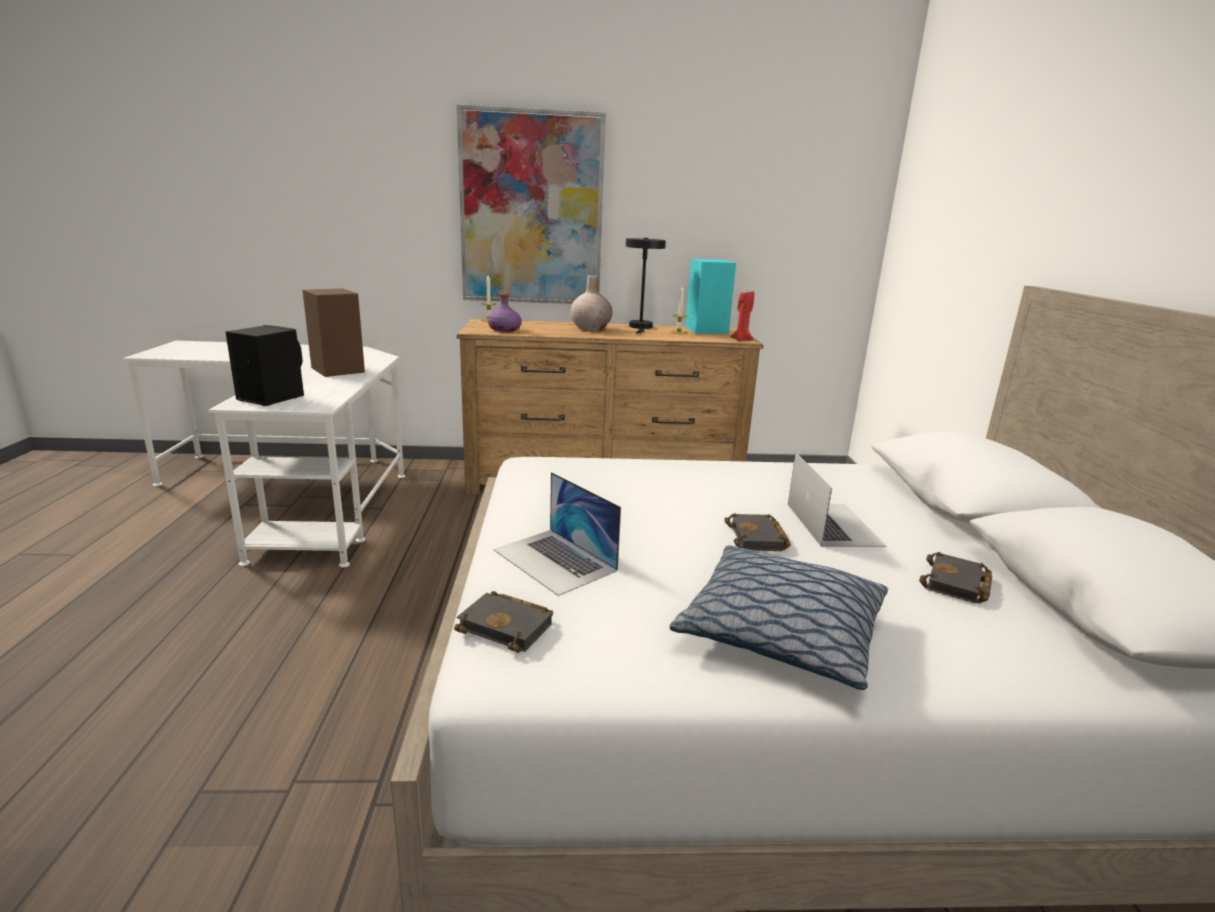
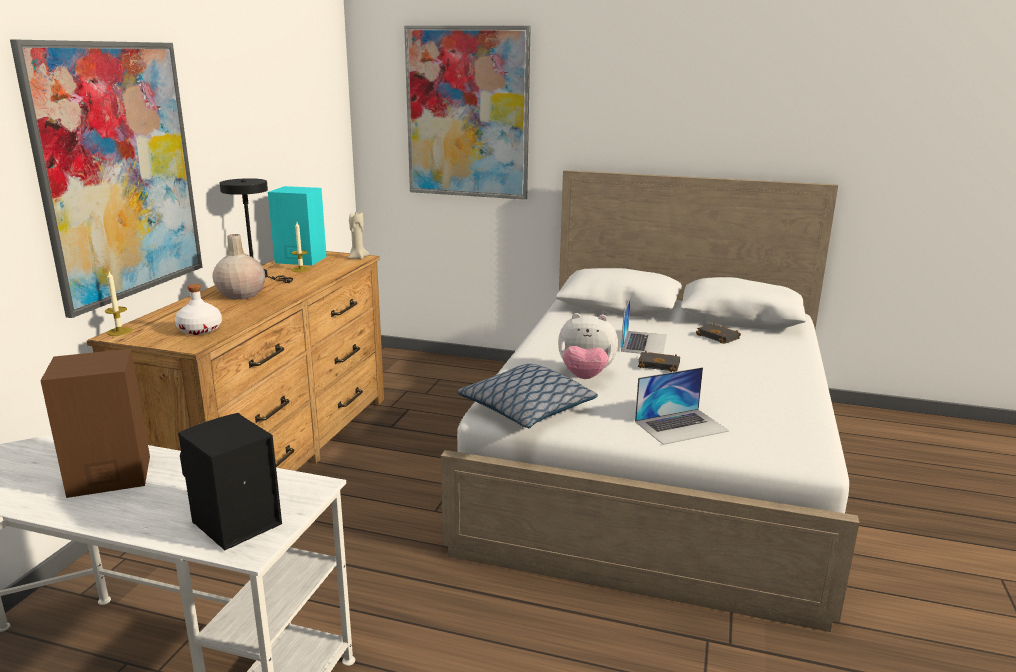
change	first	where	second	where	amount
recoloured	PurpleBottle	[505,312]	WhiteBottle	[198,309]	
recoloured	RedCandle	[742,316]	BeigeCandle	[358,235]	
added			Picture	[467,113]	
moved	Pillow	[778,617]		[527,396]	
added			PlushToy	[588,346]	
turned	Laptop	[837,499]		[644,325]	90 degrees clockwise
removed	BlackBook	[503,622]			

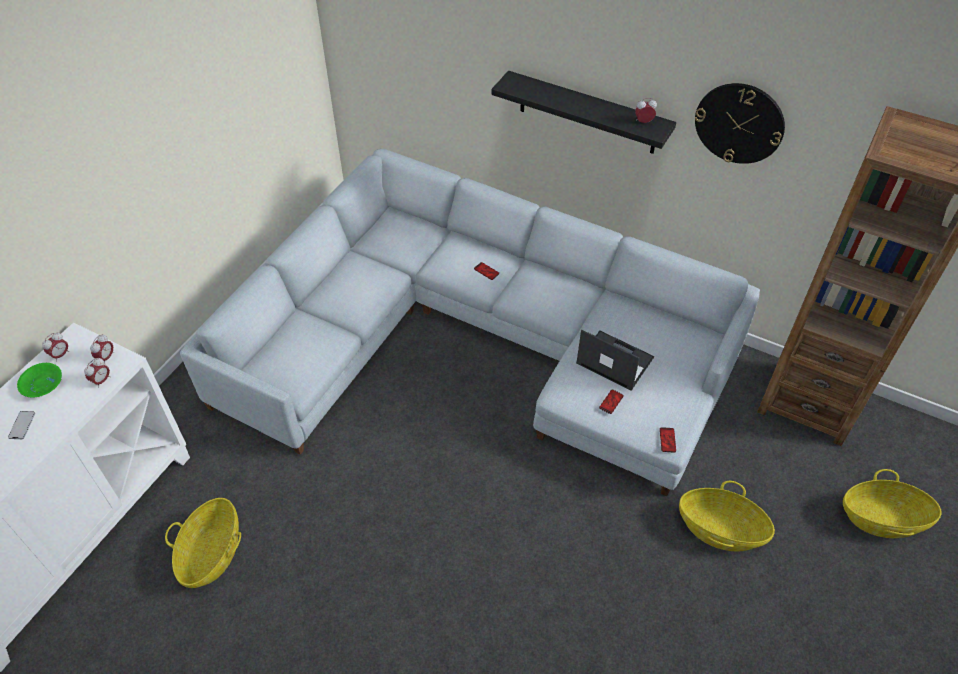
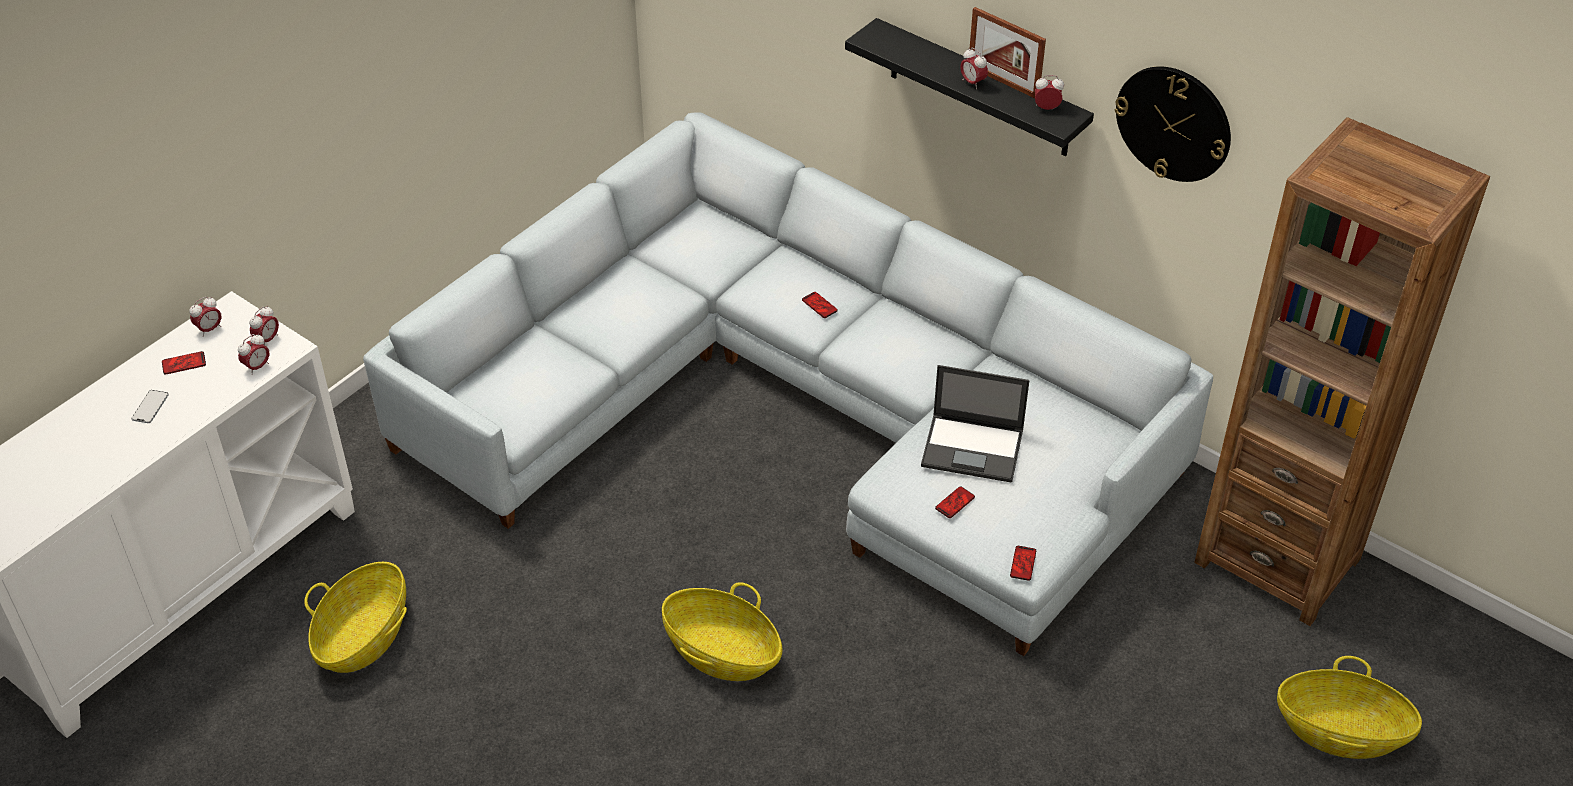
change	first	where	second	where	amount
replaced	GreenBowl	[39,380]	Phone	[184,363]	
moved	Basket	[727,516]		[722,631]	
turned	Laptop	[615,359]		[975,424]	150 degrees clockwise
added			AlarmClock	[974,68]	
added			PictureFrame	[1007,52]	

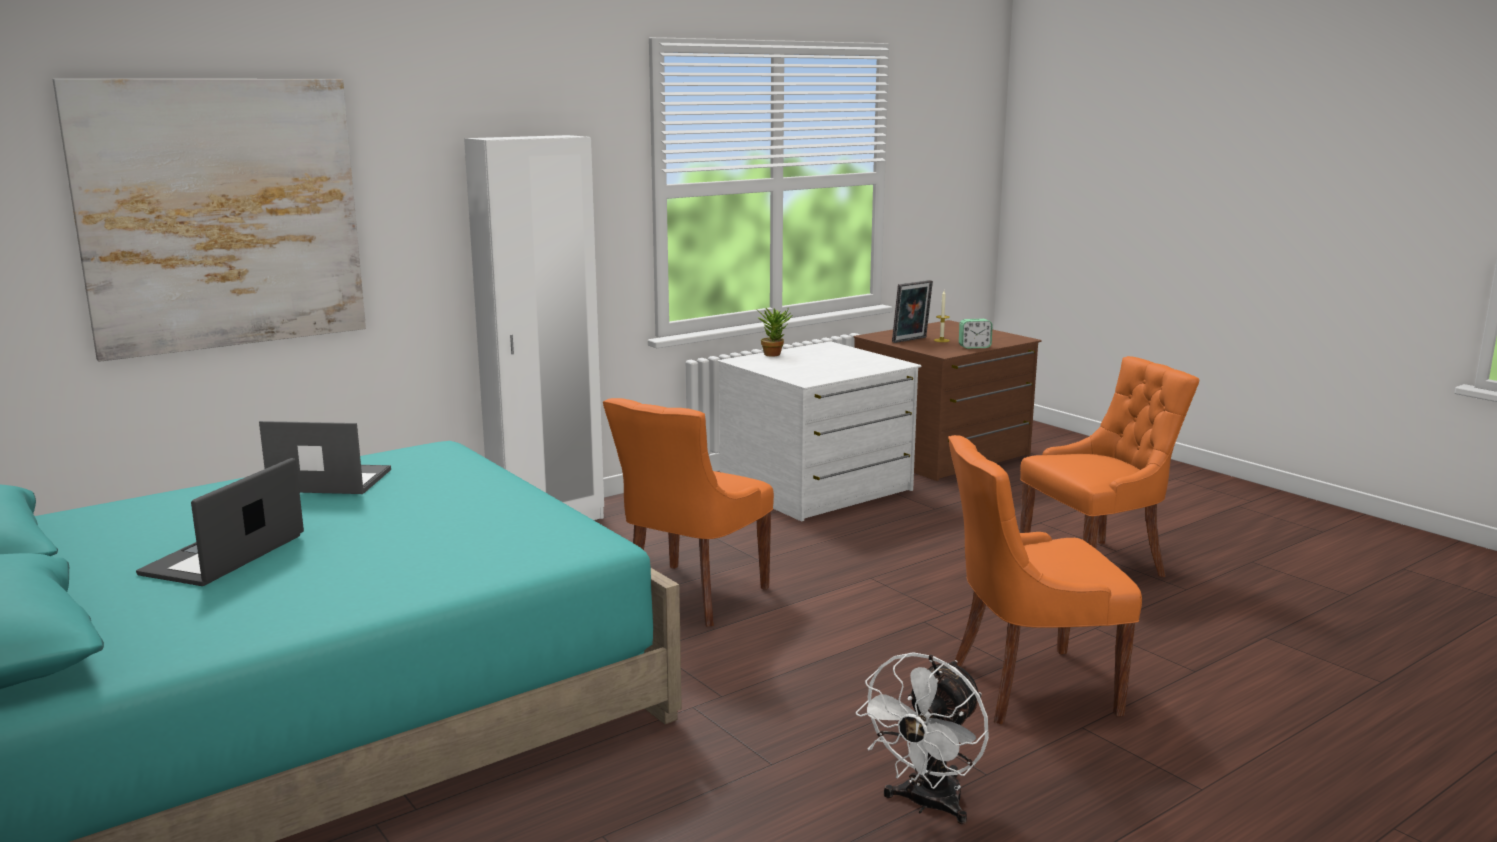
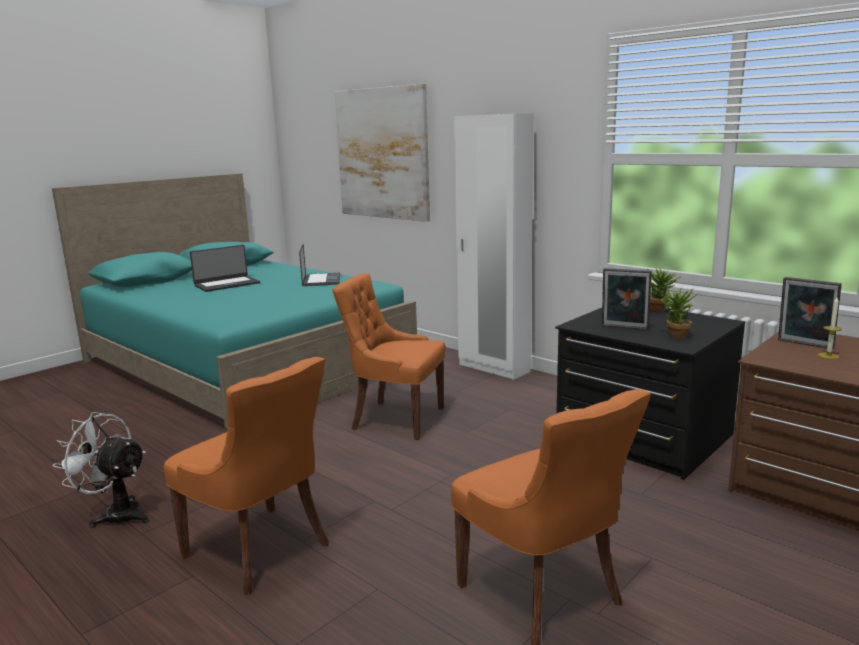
change	first	where	second	where	amount
turned	OrangeChair	[1045,579]		[246,476]	150 degrees clockwise
turned	Laptop	[220,522]		[225,268]	135 degrees clockwise
recoloured	WhiteDresser	[820,431]	BlackDresser	[650,394]	
added			PictureFrame	[627,299]	
added			PottedPlant	[678,312]	
removed	AlarmClock	[976,334]			

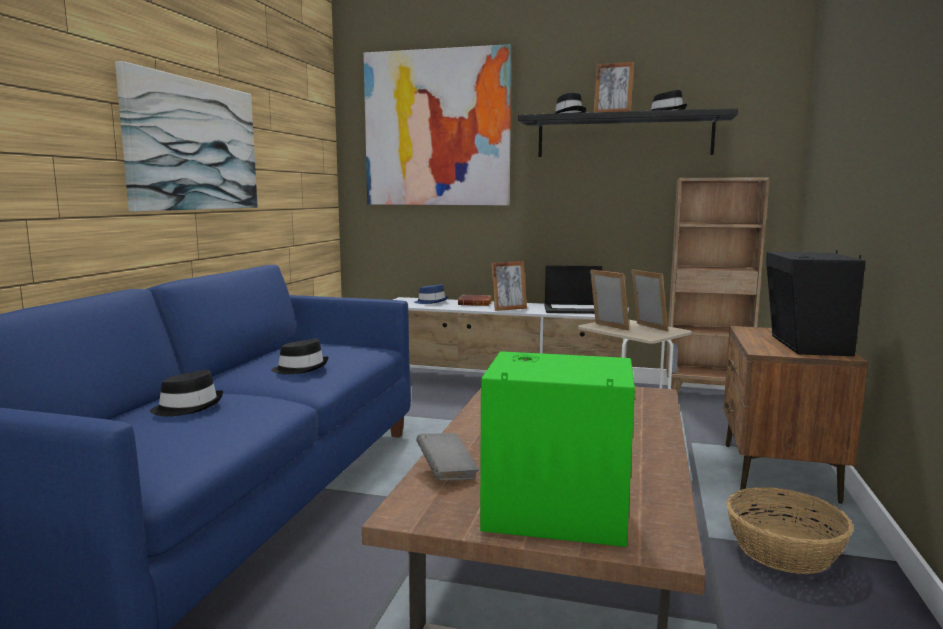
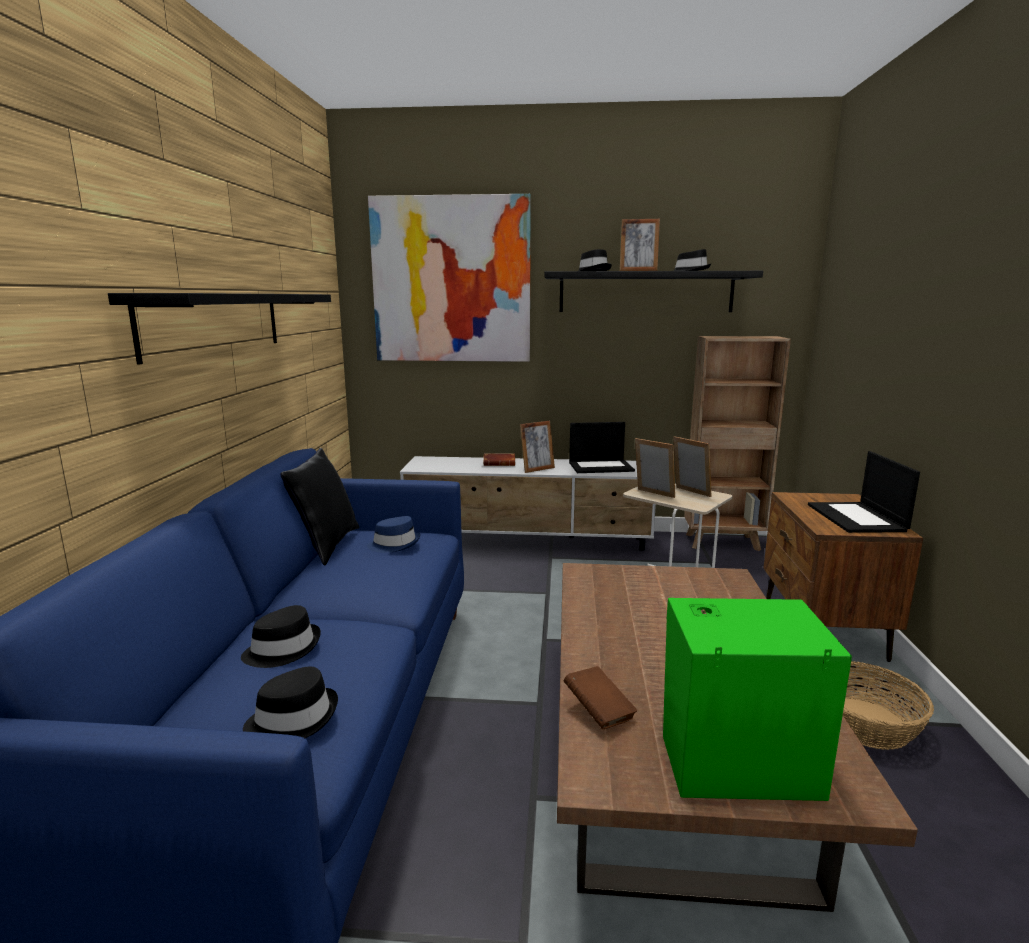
change	first	where	second	where	amount
replaced	Picture	[186,136]	BlackShelf	[219,329]	
moved	BlackHat	[300,357]		[290,702]	
added			BlackPillow	[319,507]	
moved	BlueHat	[431,294]		[393,534]	
recoloured	GreyBook	[447,456]	BrownBook	[600,697]	
replaced	BlackSpeaker	[815,303]	Laptop	[864,492]	

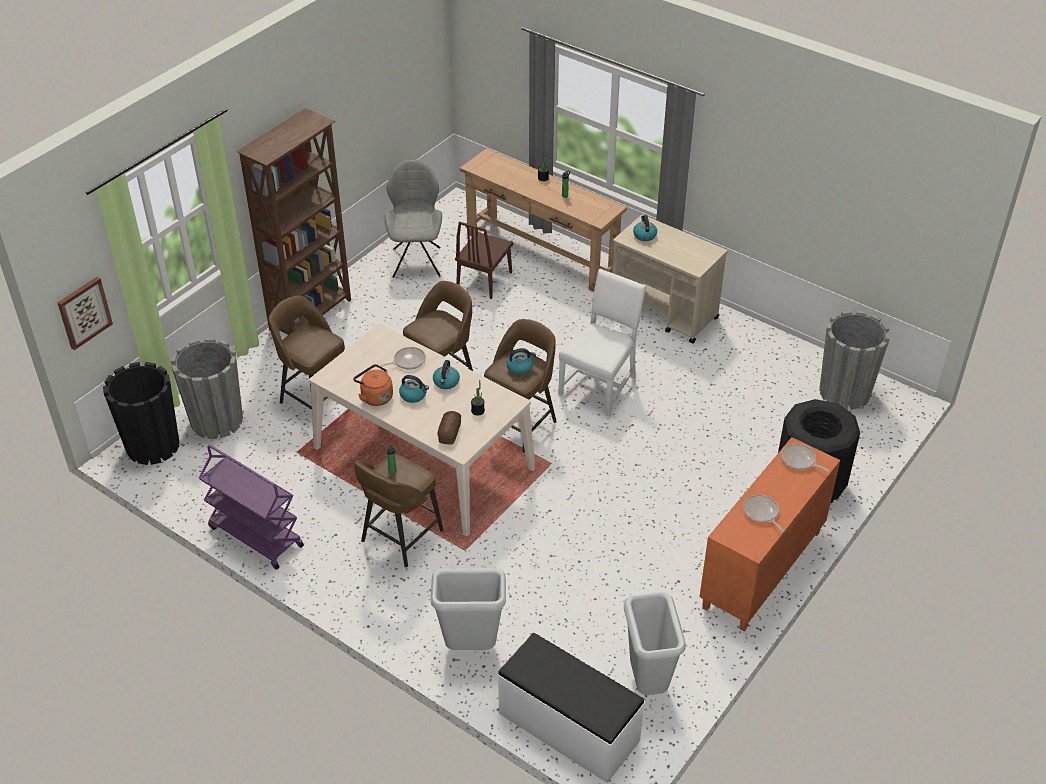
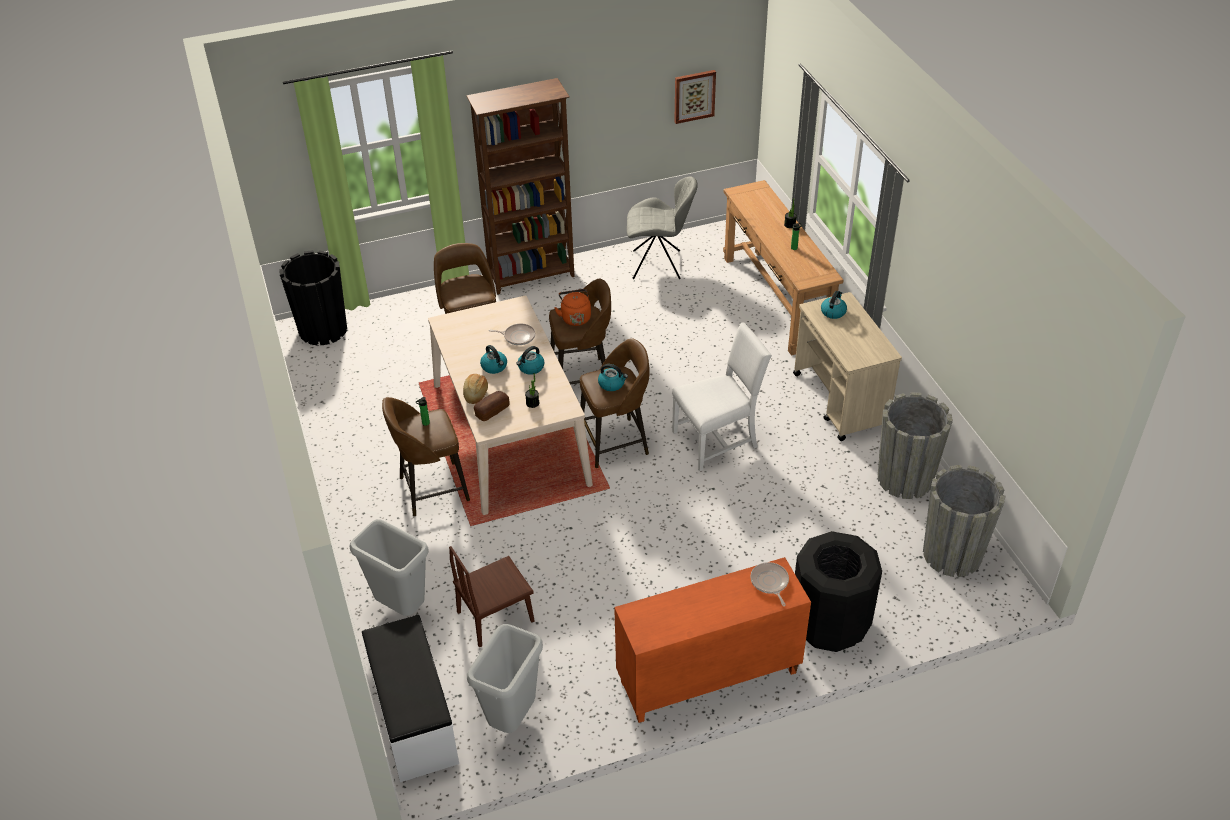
change	first	where	second	where	amount
moved	BrownChair	[484,260]		[492,597]	
added			Bread	[475,389]	
moved	OrangeKettle	[373,385]		[572,307]	
turned	GreyChair	[413,219]		[662,227]	60 degrees clockwise
moved	Picture	[85,313]		[695,97]	
moved	GreyPlanter	[207,388]		[915,445]	
removed	PurpleCart	[251,507]			
removed	FryingPan	[763,512]			

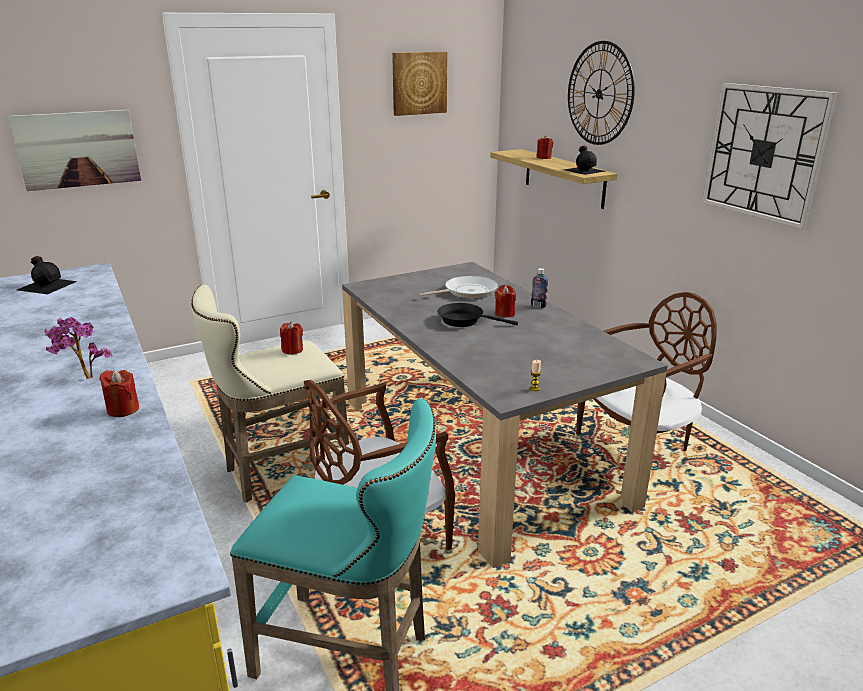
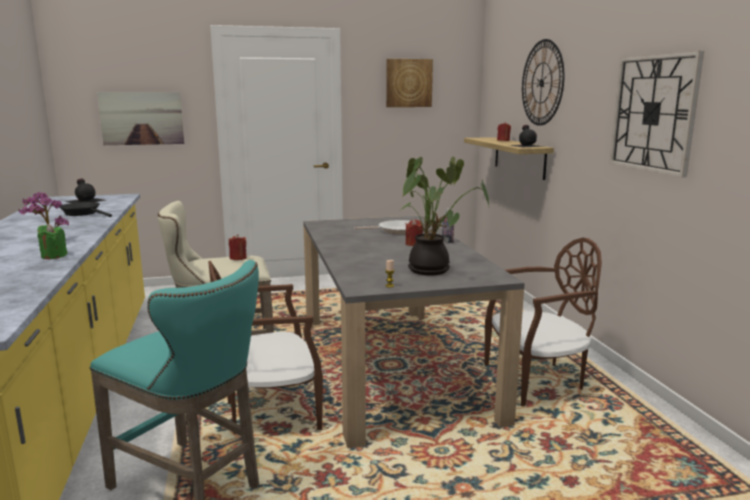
change	first	where	second	where	amount
recoloured	RedCandle	[119,393]	GreenCandle	[52,241]	
moved	BlackFryingPan	[478,315]		[85,209]	
added			PottedPlant	[445,216]	

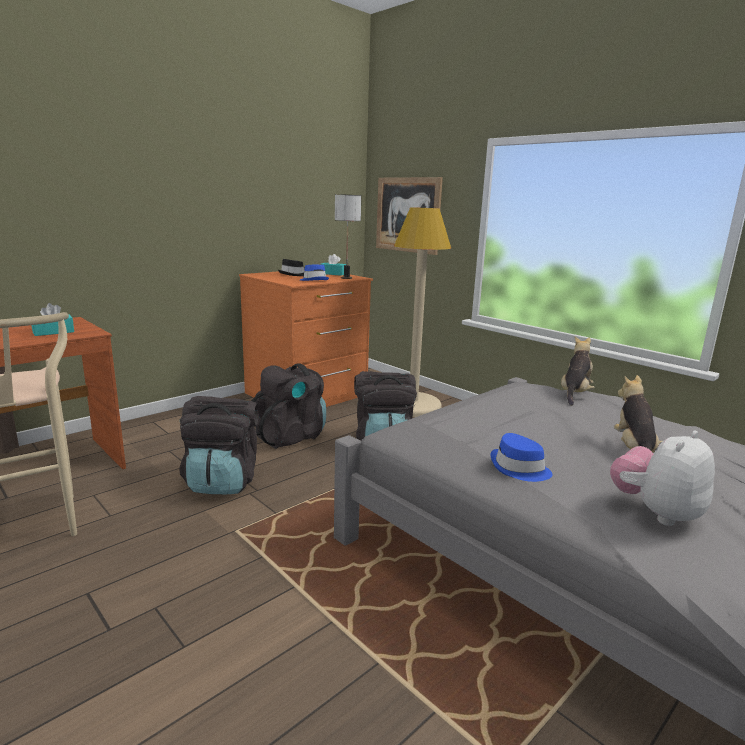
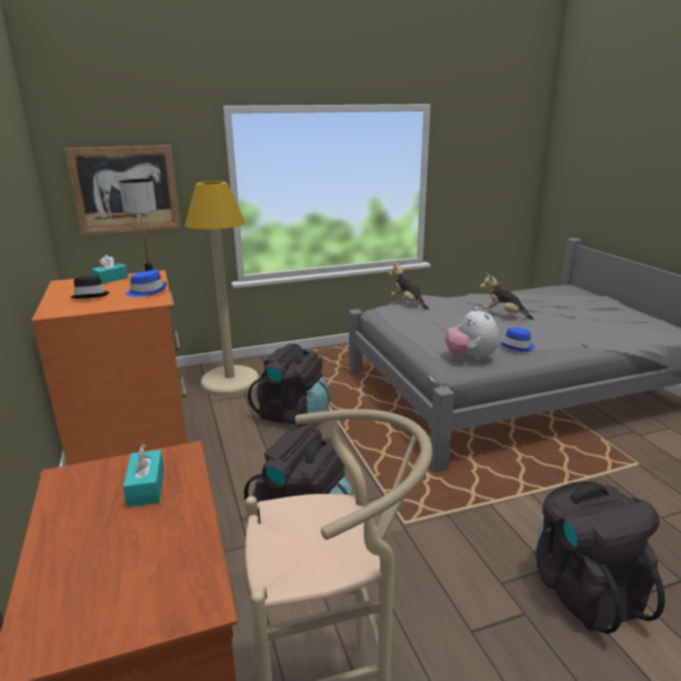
change	first	where	second	where	amount
moved	PlushToy	[662,478]		[472,334]	
moved	BlackBackpack	[288,406]		[600,557]	

